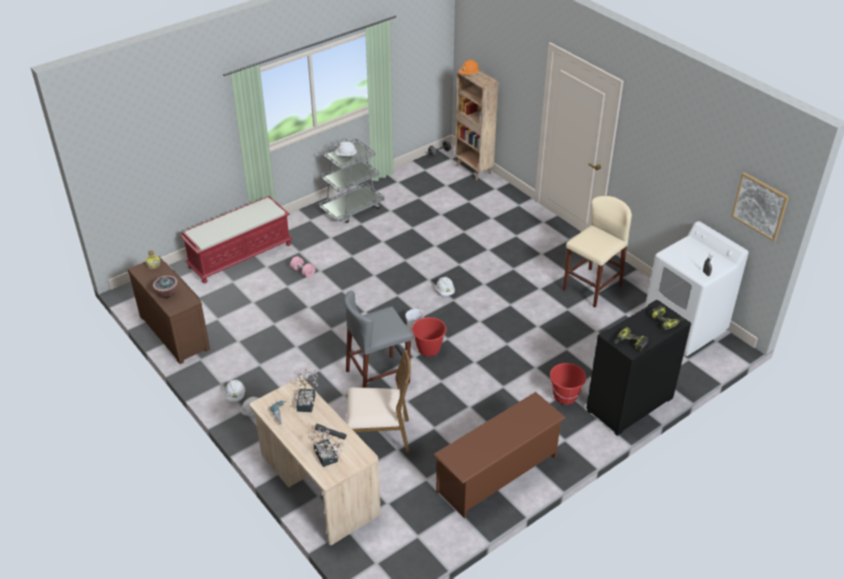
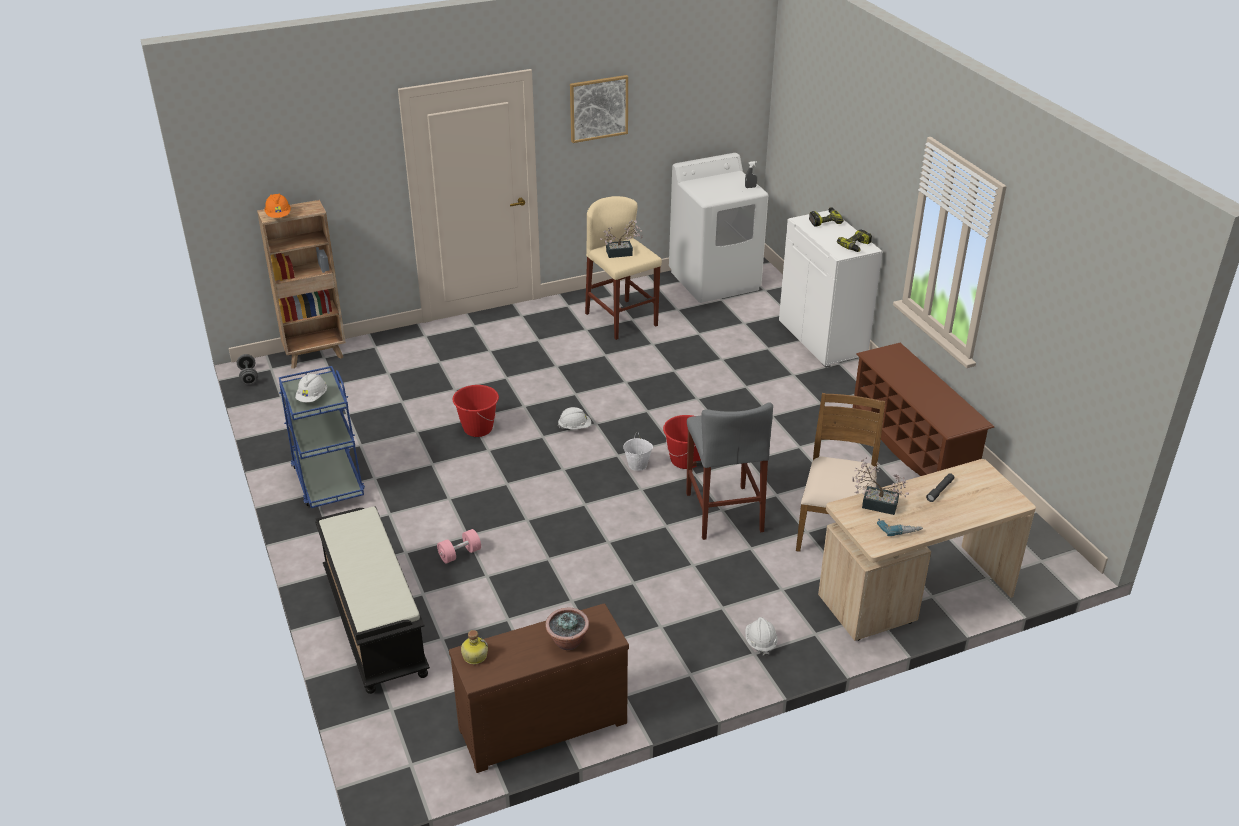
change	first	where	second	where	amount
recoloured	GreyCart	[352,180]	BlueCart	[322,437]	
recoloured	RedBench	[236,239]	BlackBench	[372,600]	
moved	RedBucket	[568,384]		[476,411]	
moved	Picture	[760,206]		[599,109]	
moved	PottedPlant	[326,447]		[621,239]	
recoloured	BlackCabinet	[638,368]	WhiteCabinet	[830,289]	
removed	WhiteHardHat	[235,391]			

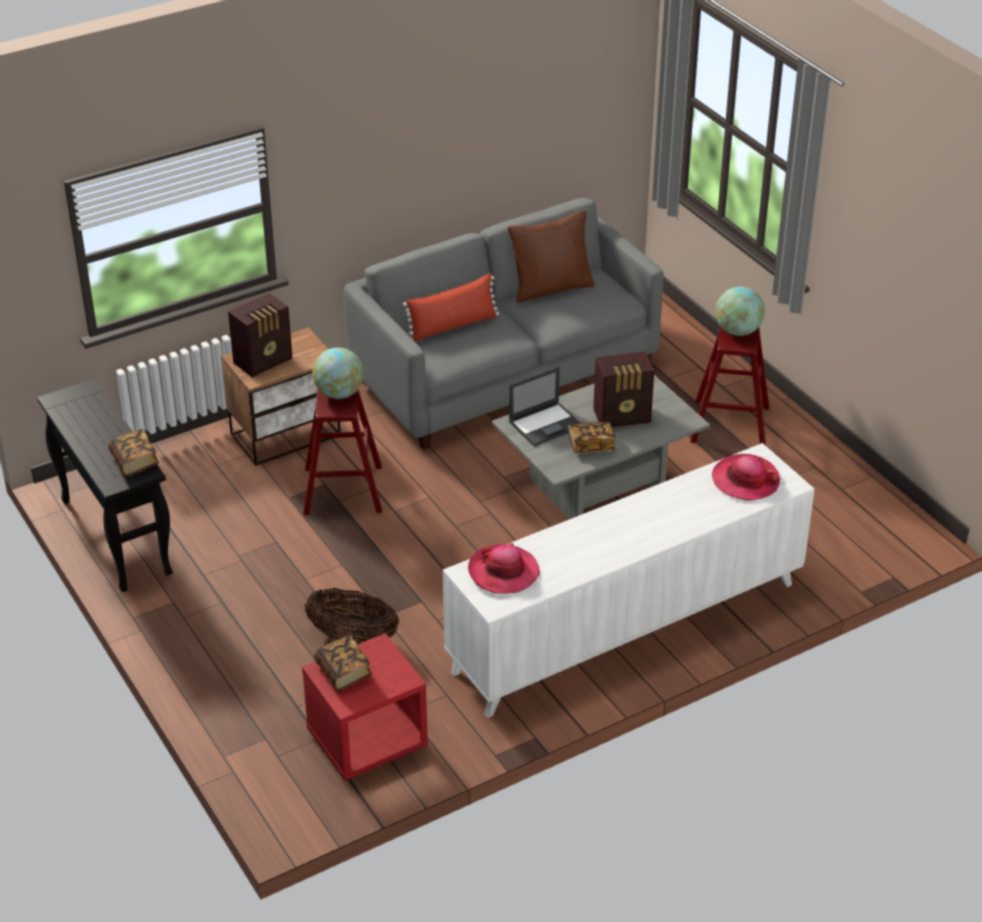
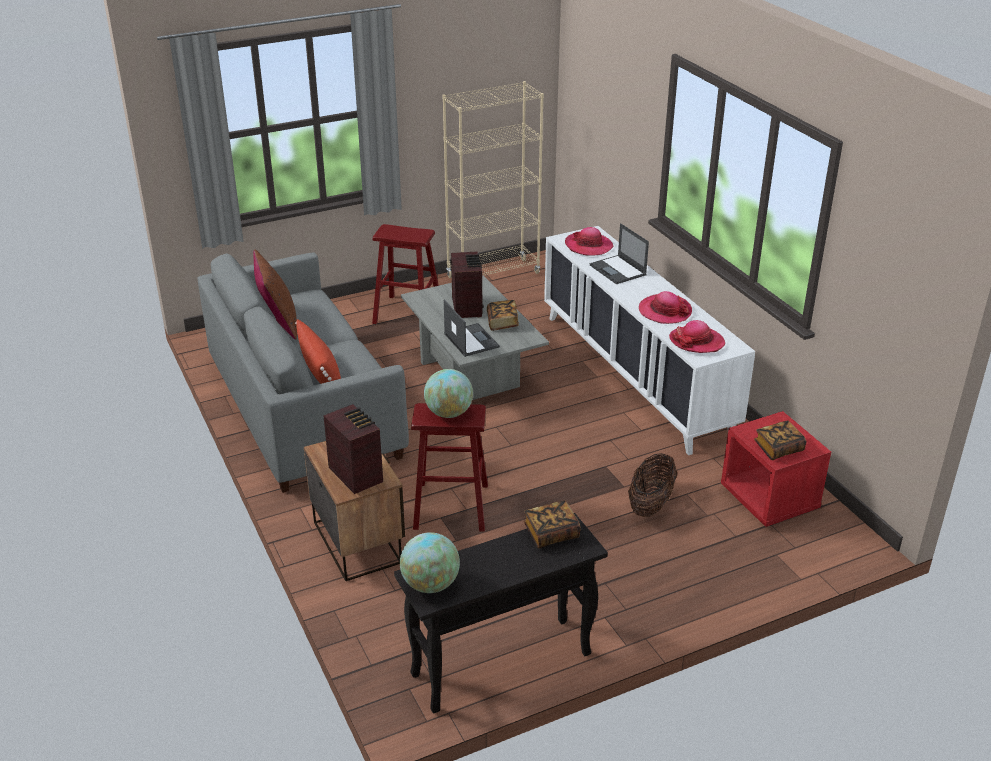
change	first	where	second	where	amount
moved	Globe	[740,311]		[430,562]	
added			BeigeBookcase	[493,179]	
added			Laptop	[619,253]	
added			Hat	[665,307]	

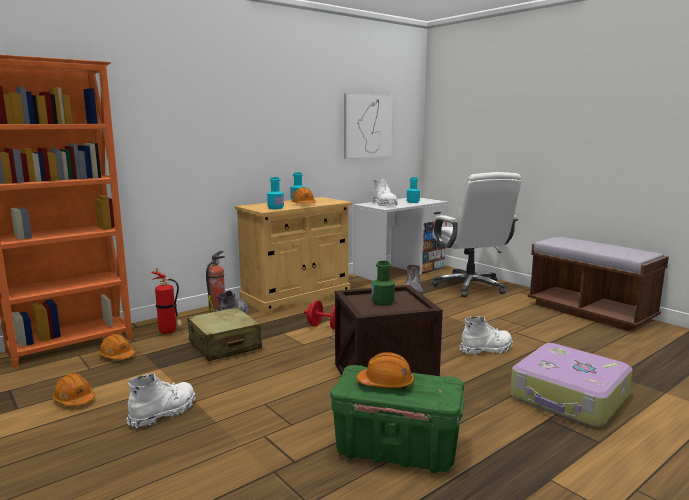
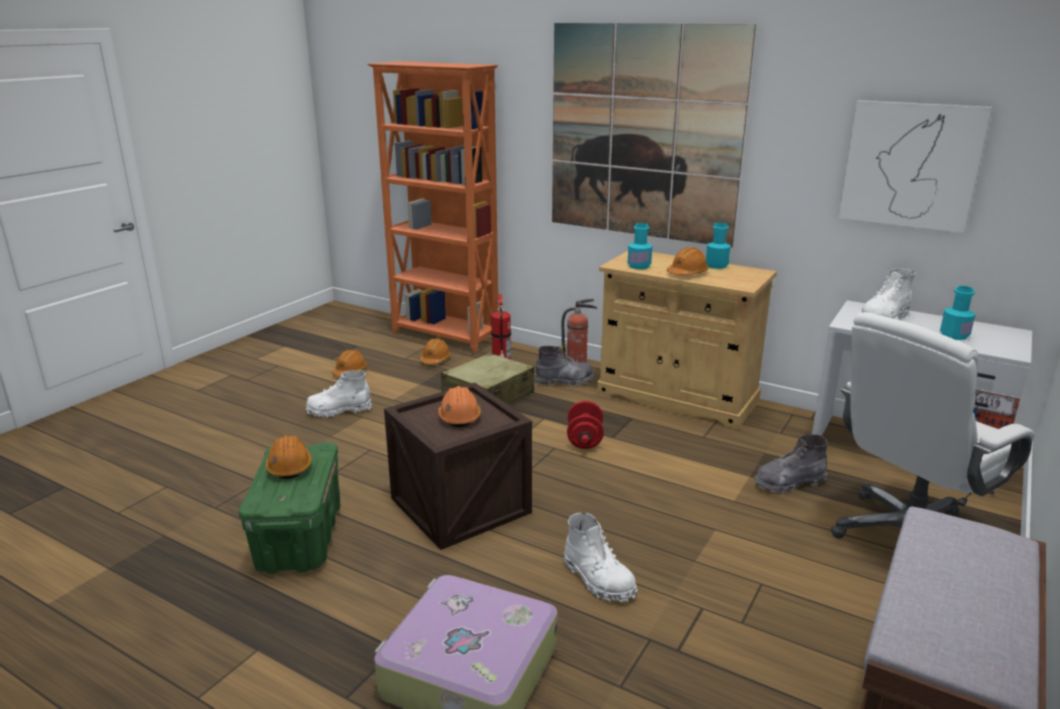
change	first	where	second	where	amount
turned	WhiteBoot	[161,401]		[339,394]	150 degrees clockwise
replaced	GreenBottle	[383,283]	OrangeHardHat	[459,406]	
added			Picture	[654,135]	

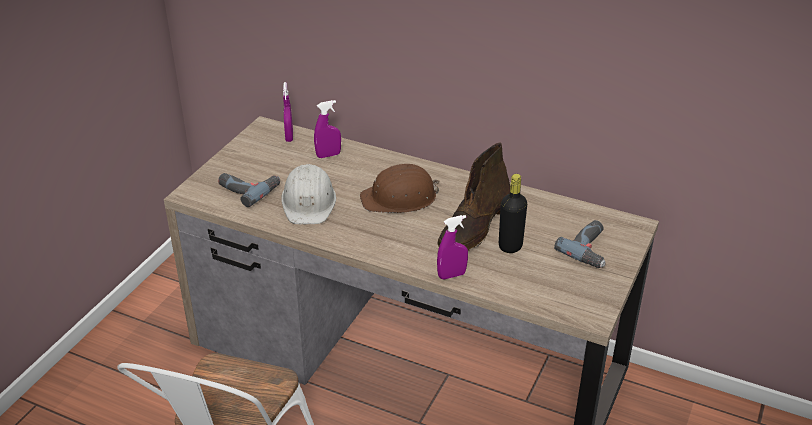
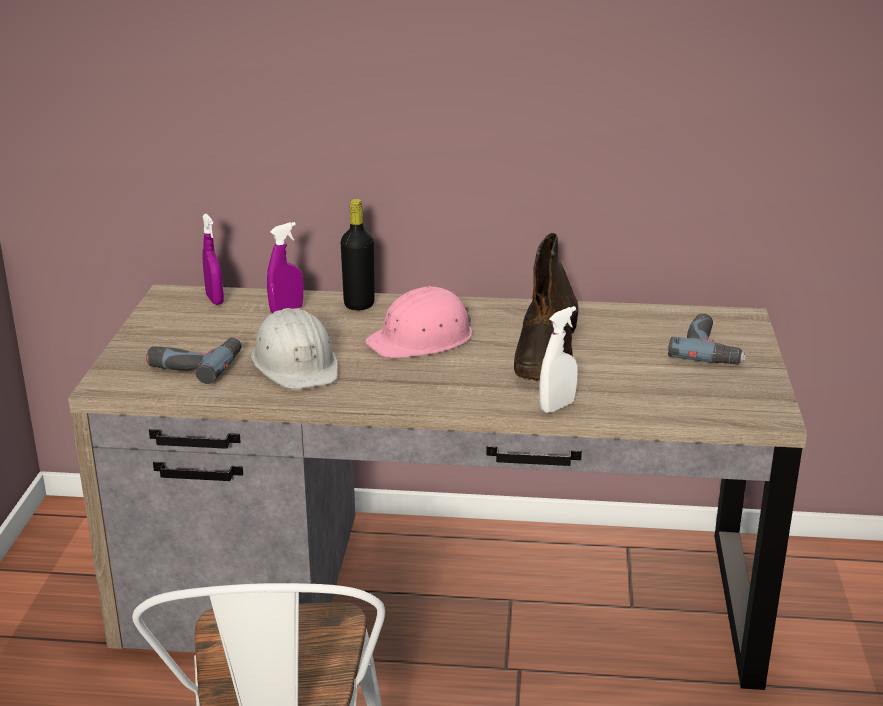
change	first	where	second	where	amount
moved	BlackBottle	[513,213]		[358,254]	
recoloured	BrownHardHat	[399,188]	PinkHardHat	[418,322]	
recoloured	PurpleSprayBottle	[452,247]	WhiteSprayBottle	[558,359]	

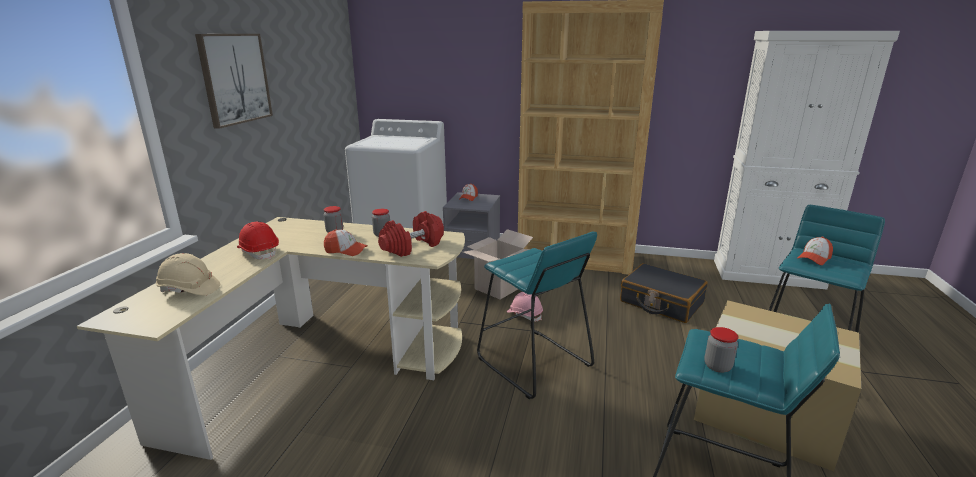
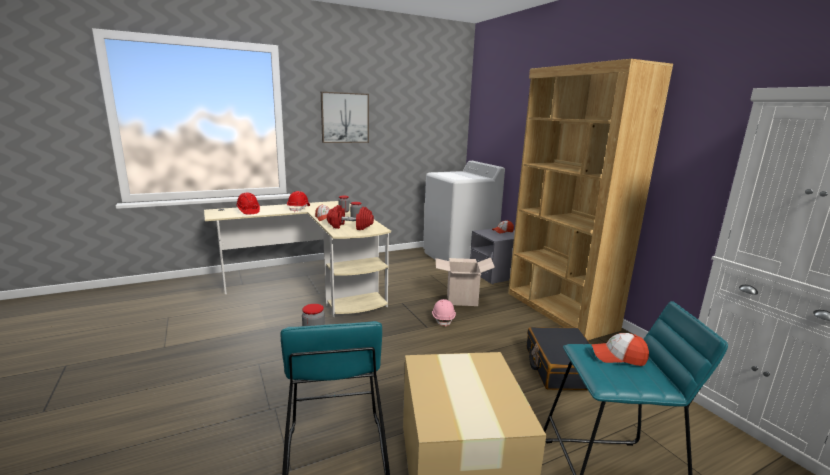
change	first	where	second	where	amount
recoloured	BeigeHardHat	[188,274]	RedHardHat	[248,203]	
removed	TurquoiseStool	[537,315]			

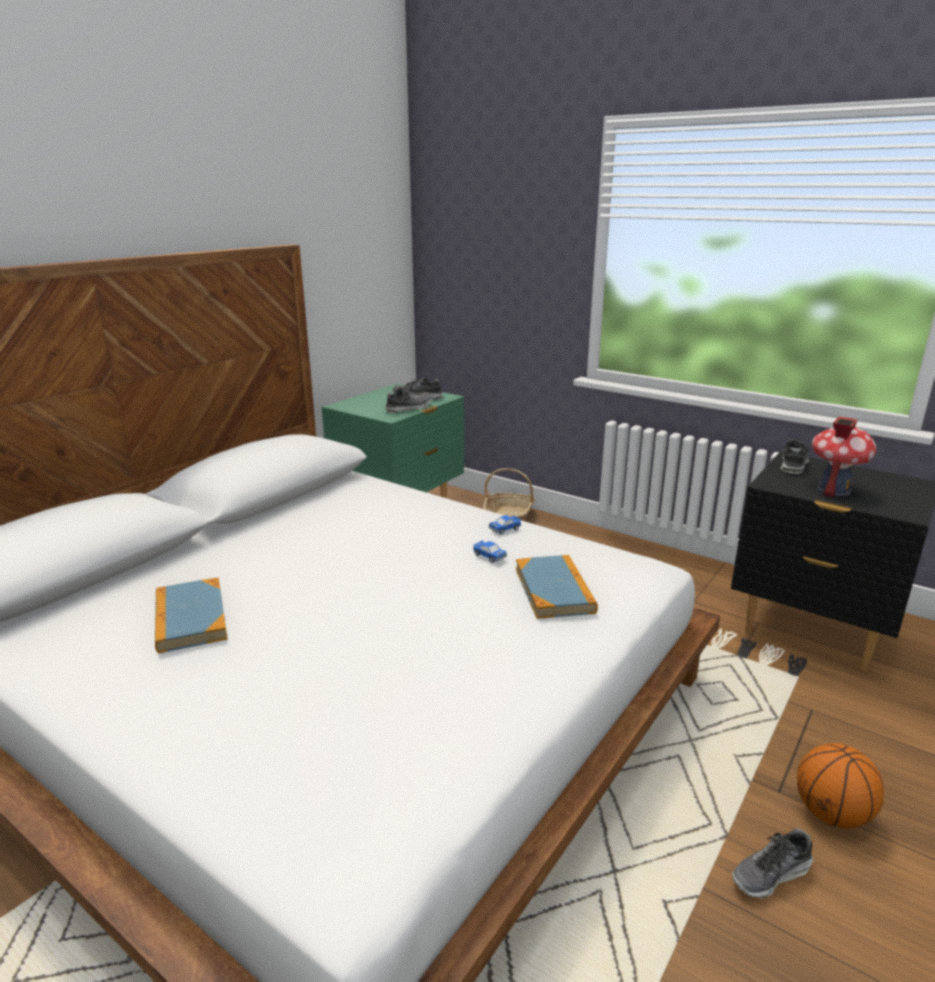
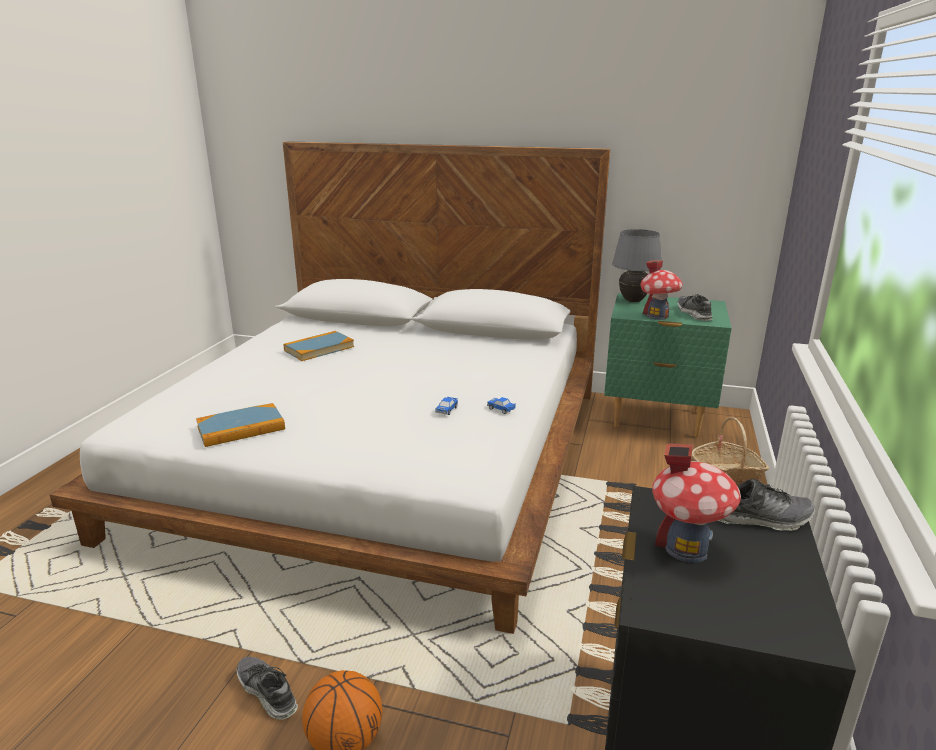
change	first	where	second	where	amount
moved	Book	[557,587]		[240,425]	
added			GreyTableLamp	[636,265]	
replaced	Shoe	[408,400]	ToyHouse	[662,290]	

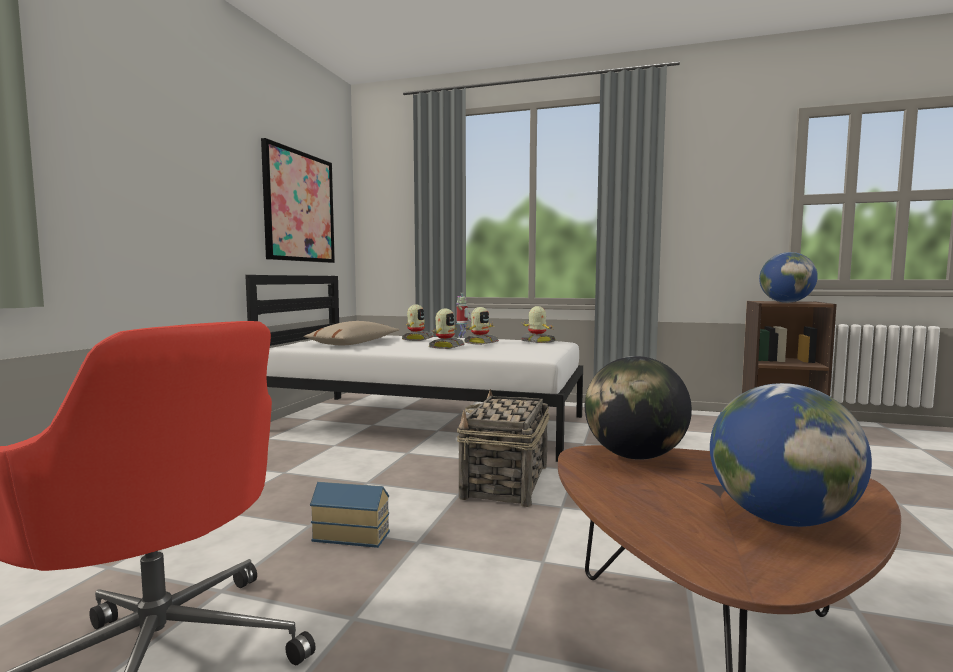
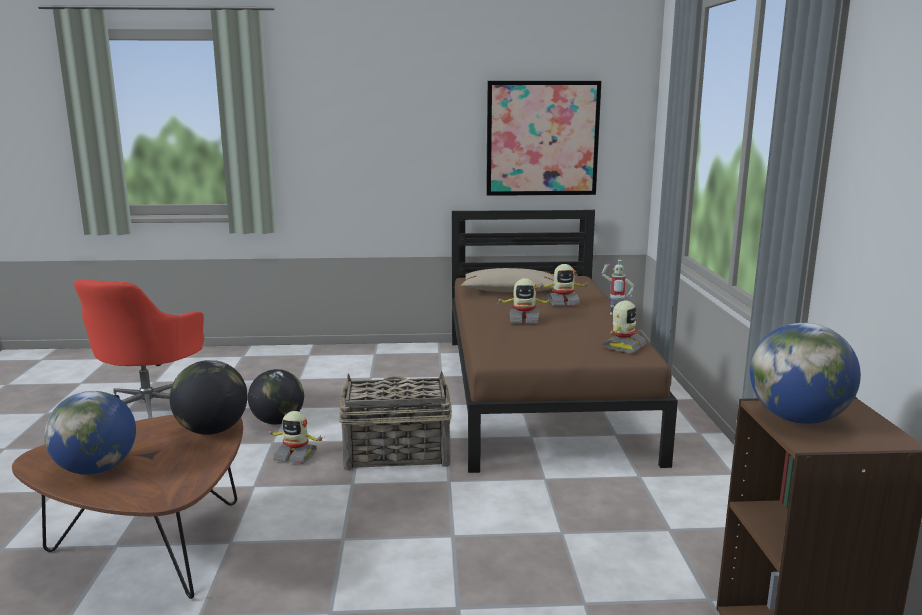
change	first	where	second	where	amount
replaced	ToyHouse	[350,515]	Globe	[276,396]	
moved	ToyRobot	[481,326]		[295,437]	
recoloured	WhiteBed	[414,368]	BrownBed	[565,341]	

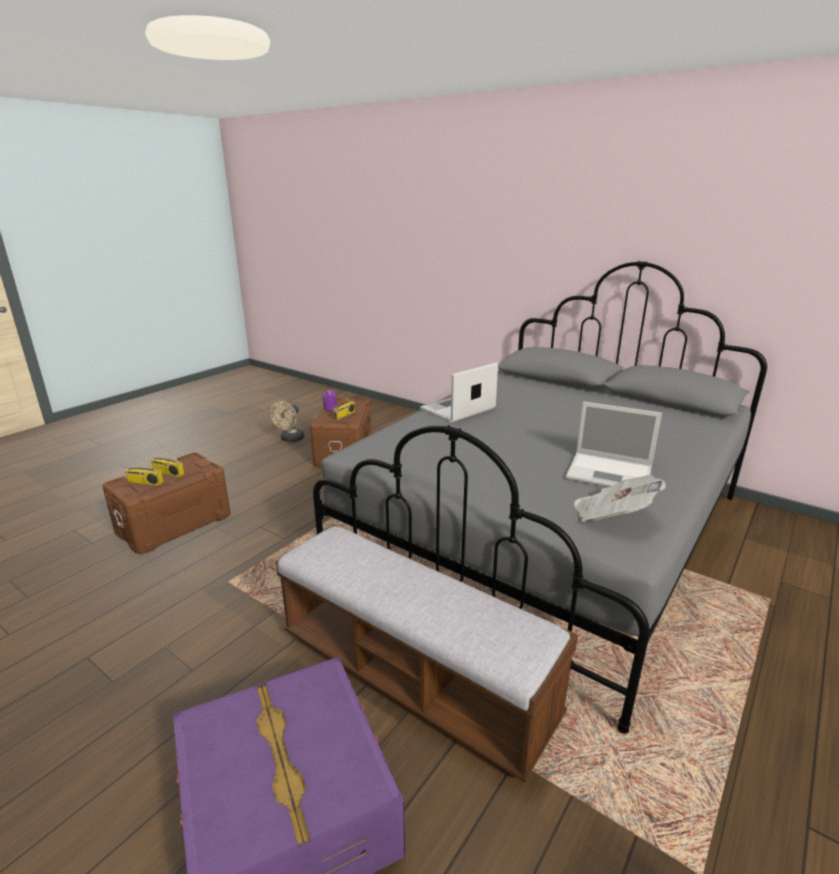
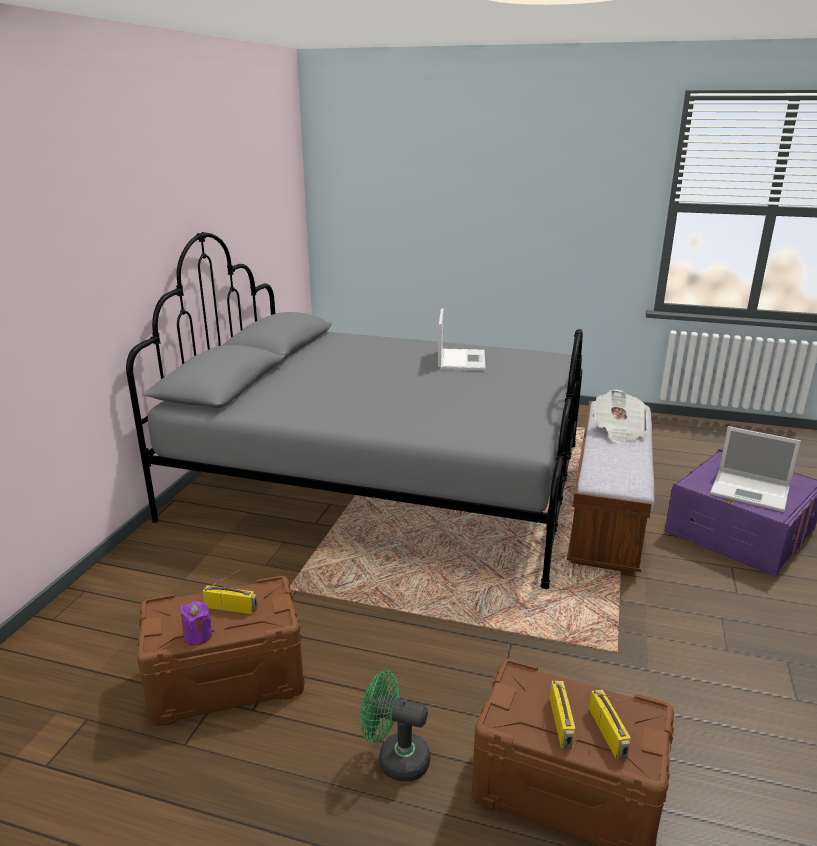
change	first	where	second	where	amount
added			GreenFan	[395,726]	
moved	Newspaper	[620,498]		[620,416]	
moved	Laptop	[459,393]		[755,469]	
removed	BeigeFan	[287,421]			

